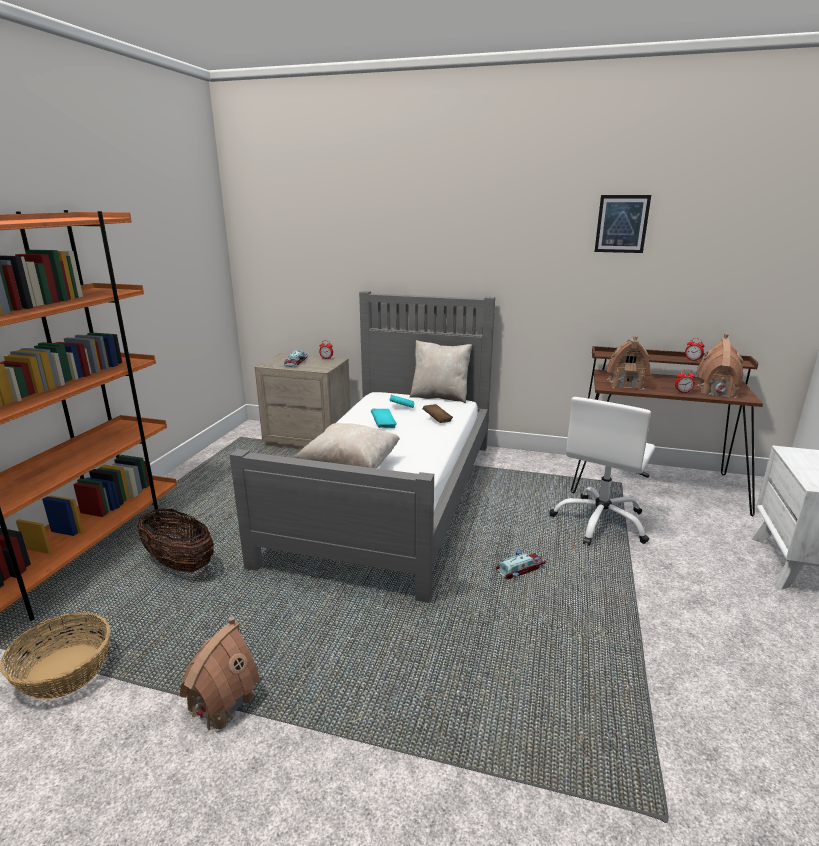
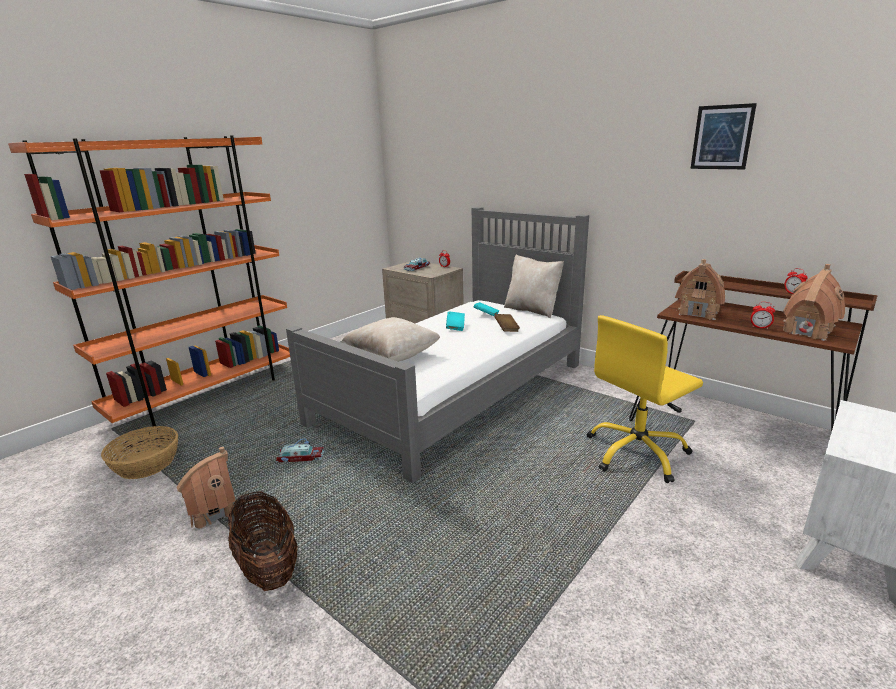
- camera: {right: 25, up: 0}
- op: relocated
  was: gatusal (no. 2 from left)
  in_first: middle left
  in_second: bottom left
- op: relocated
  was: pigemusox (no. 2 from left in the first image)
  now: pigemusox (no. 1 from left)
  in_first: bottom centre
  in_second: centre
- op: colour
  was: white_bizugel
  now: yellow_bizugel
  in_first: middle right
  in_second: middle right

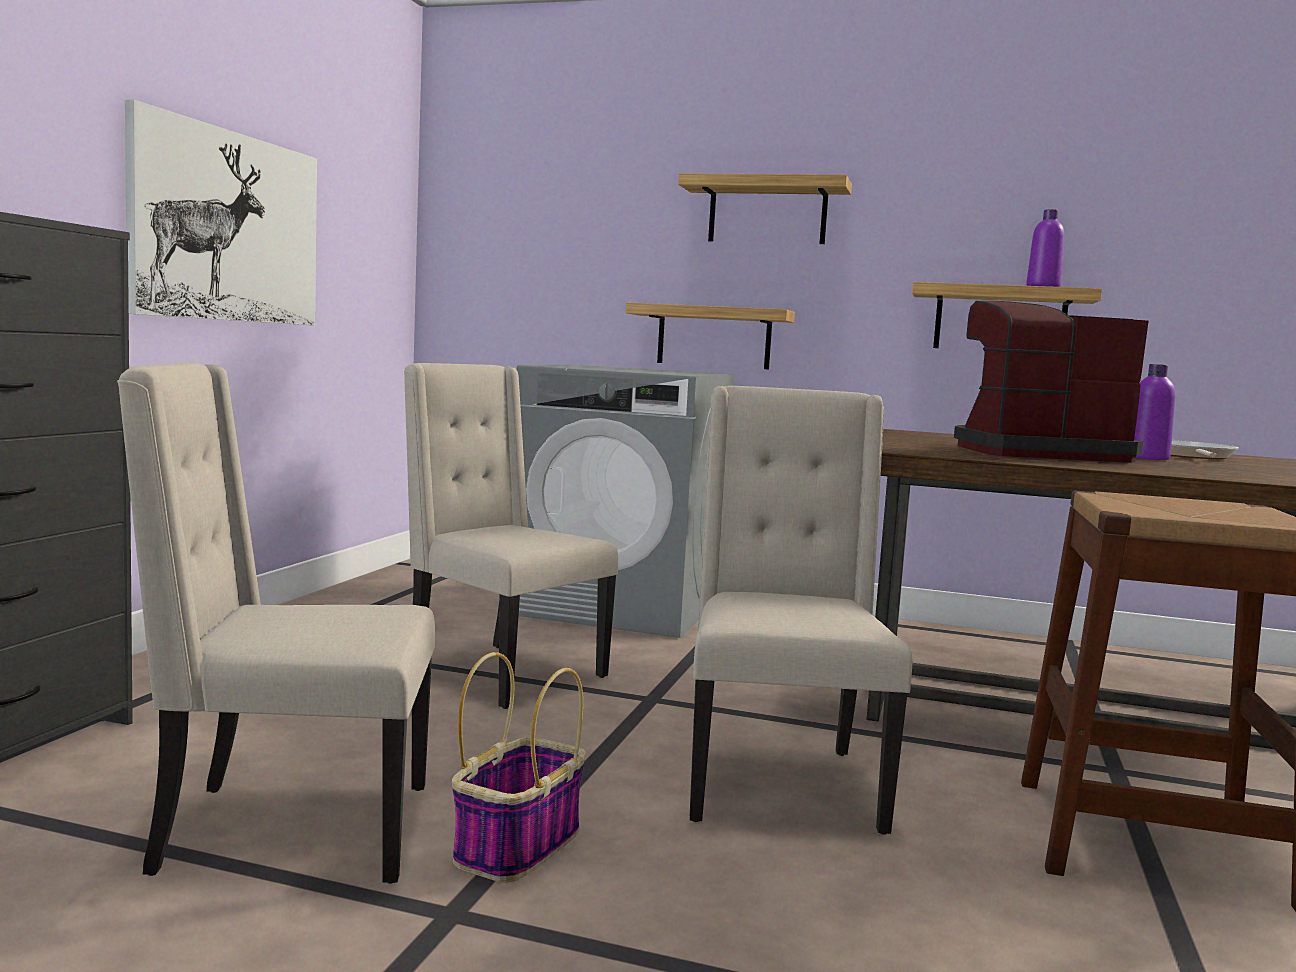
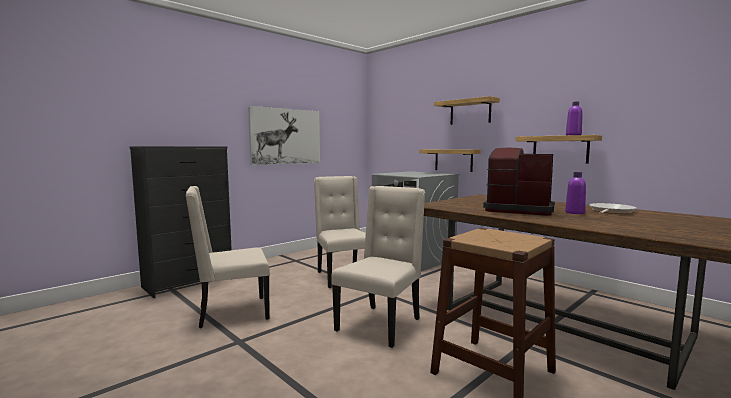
- camera: {right: 30, up: 0}
- op: spun
  was: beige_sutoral (no. 1 from left)
  in_first: middle left
  in_second: middle left
  clockwise: -45
- op: missing
  was: gatusal
  in_first: bottom centre

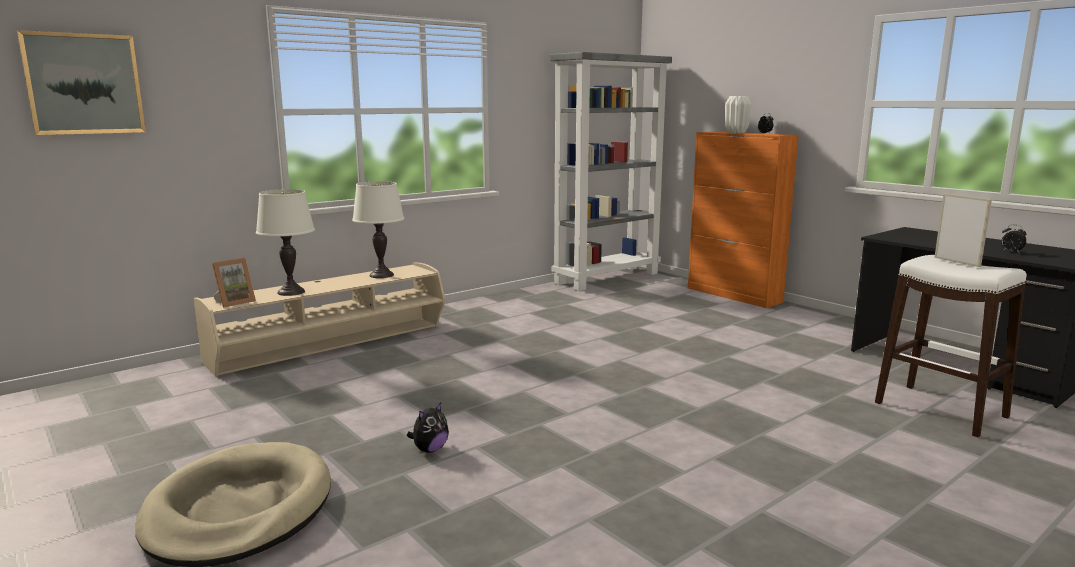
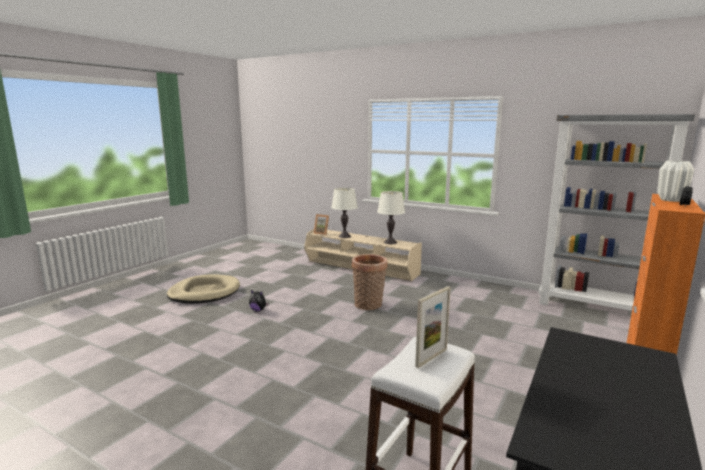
- camera: {right: 70, up: 0}
- op: missing
  was: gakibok
  in_first: top left
- op: missing
  was: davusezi (no. 2 from left)
  in_first: middle right
- op: appeared
  now: gatusal
  in_second: centre

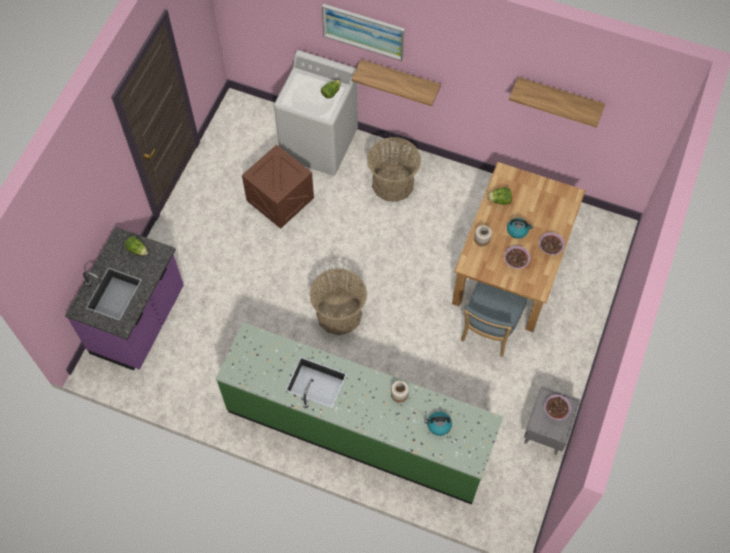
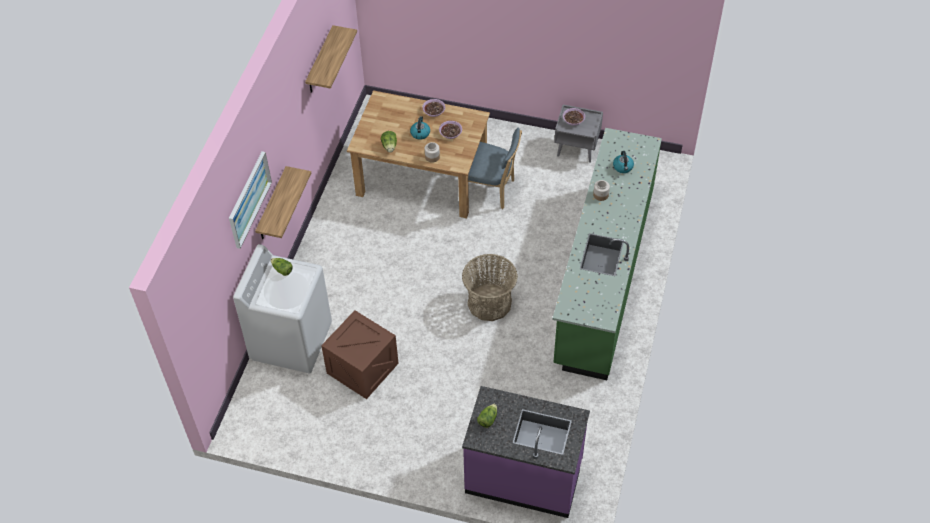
- camera: {right: -95, up: -10}
- op: missing
  was: gatusal (no. 2 from left)
  in_first: top centre

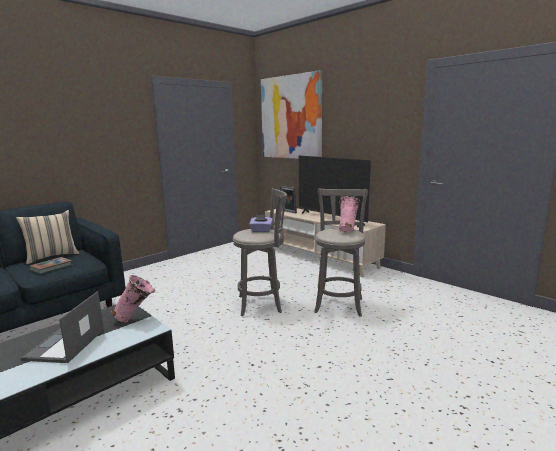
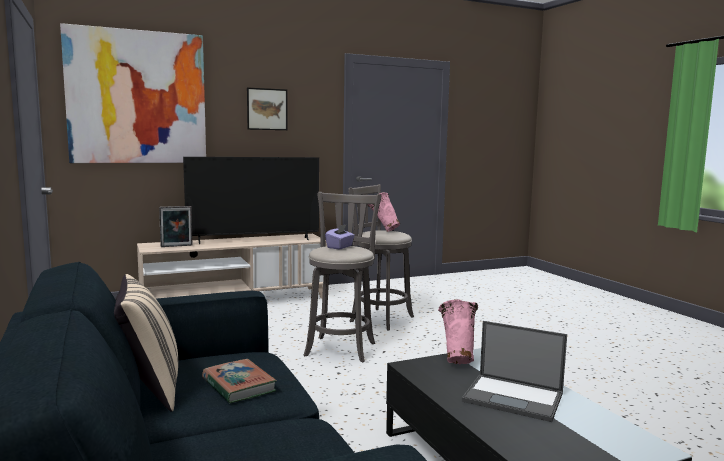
- camera: {right: -70, up: -5}
- op: appeared
  now: gakibok (no. 2 from left)
  in_second: top centre

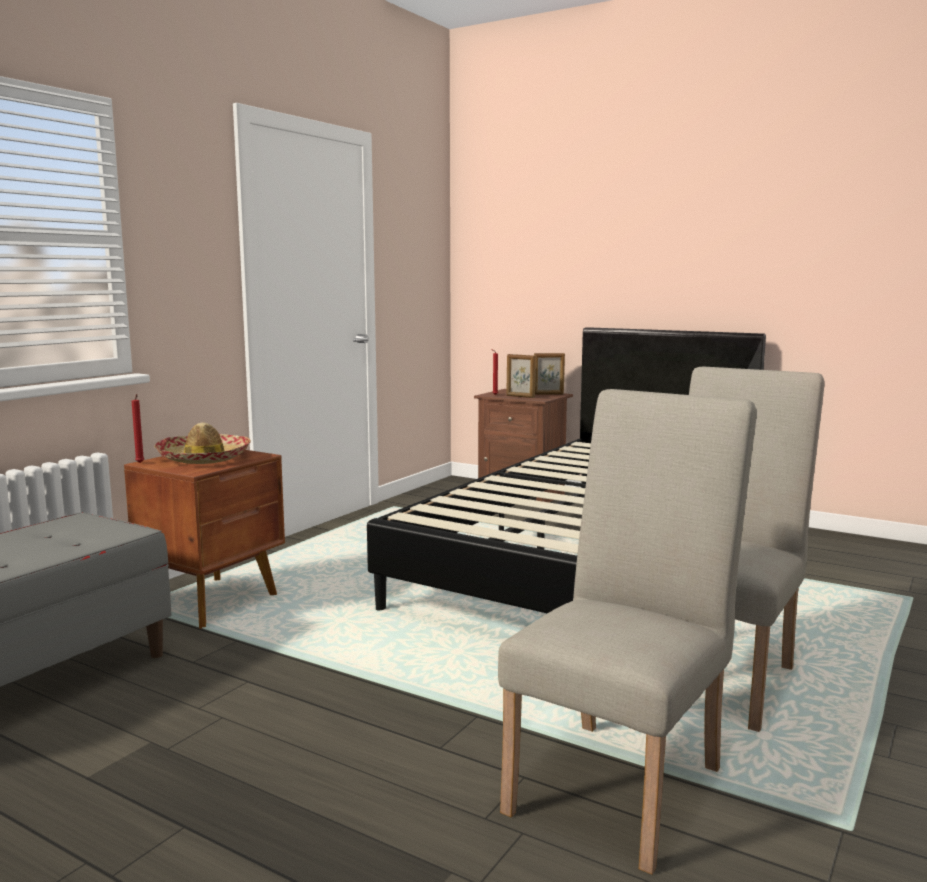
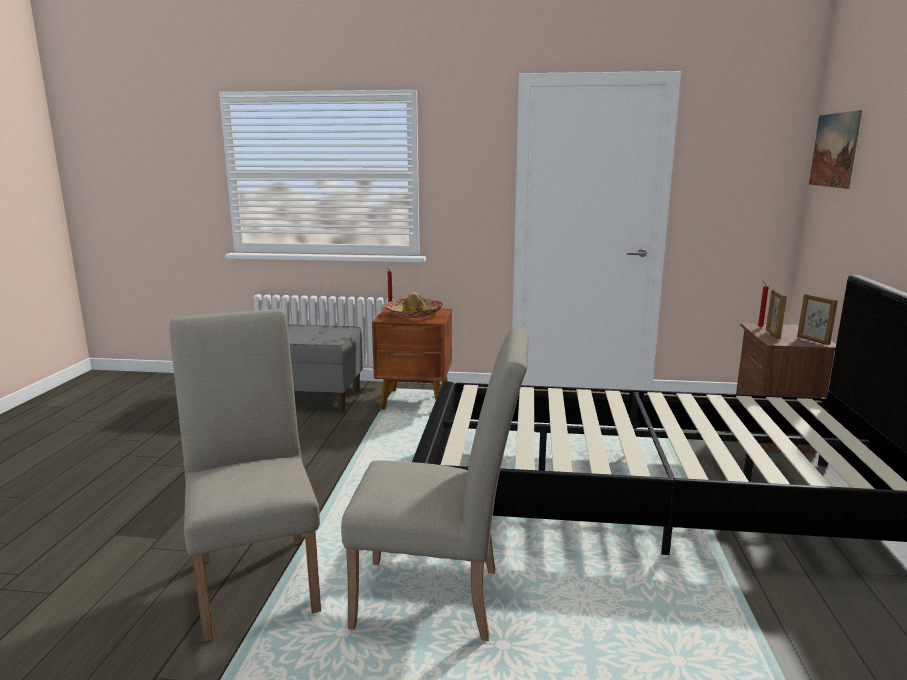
- camera: {right: 65, up: 5}
- op: spun
  was: beige_sutoral (no. 1 from left)
  in_first: bottom right
  in_second: bottom left
  clockwise: -120
- op: appeared
  now: gakibok
  in_second: top right

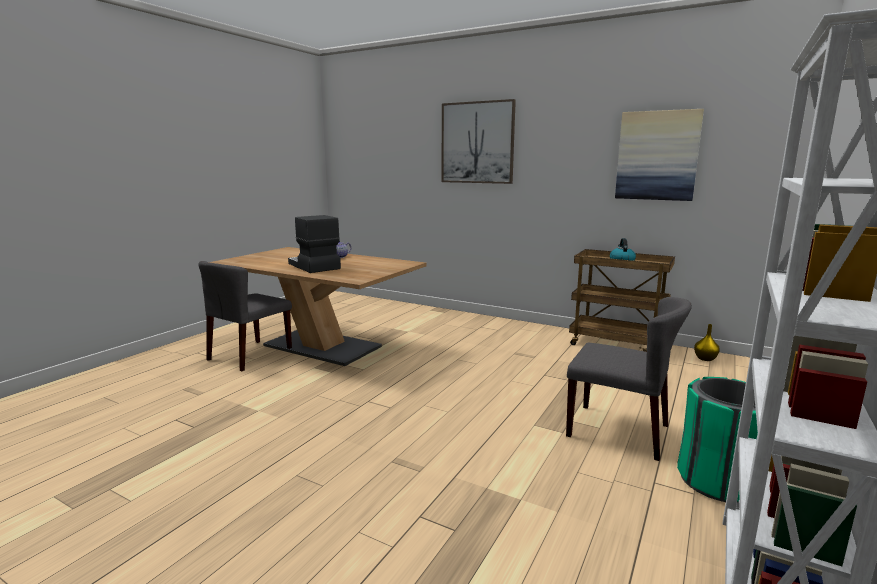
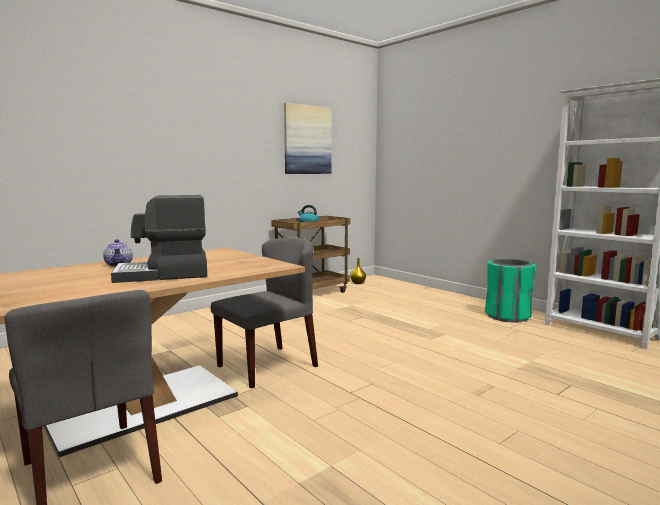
- camera: {right: -70, up: -5}
- op: missing
  was: gakibok (no. 1 from left)
  in_first: top centre
- op: relocated
  was: grey_sutoral (no. 2 from left)
  in_first: middle right
  in_second: centre

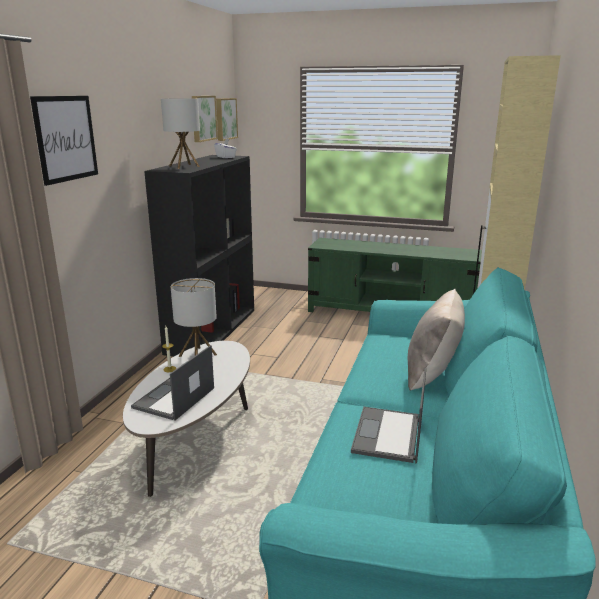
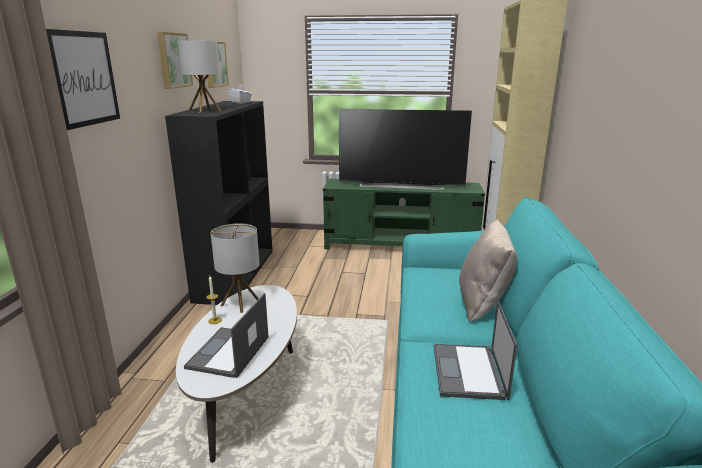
- camera: {right: -10, up: 0}
- op: relocated
  was: gakibok (no. 3 from left in the first image)
  now: gakibok (no. 2 from left)
  in_first: top centre
  in_second: top left
- op: appeared
  now: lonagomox
  in_second: top centre

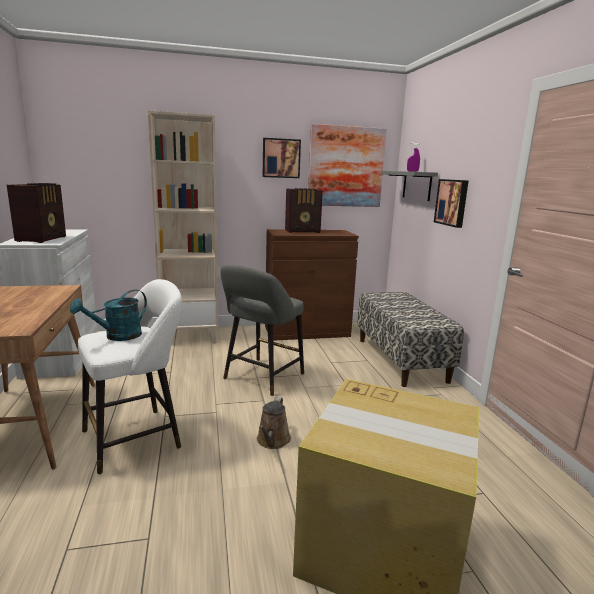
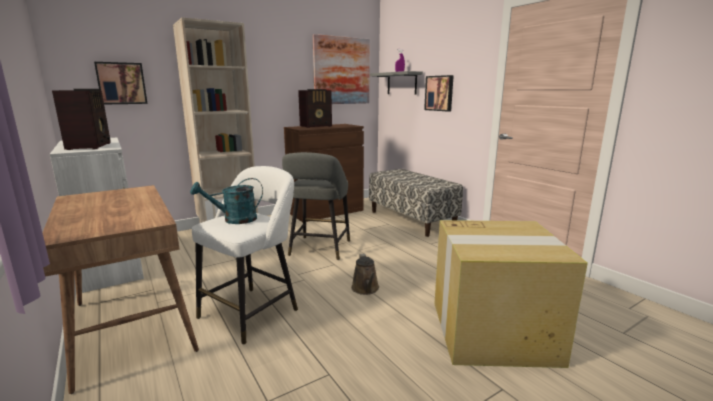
- camera: {right: -20, up: 0}
- op: spun
  was: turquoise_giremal
  in_first: middle left
  in_second: middle left
  clockwise: 45
- op: relocated
  was: gakibok (no. 1 from left)
  in_first: top centre
  in_second: top left

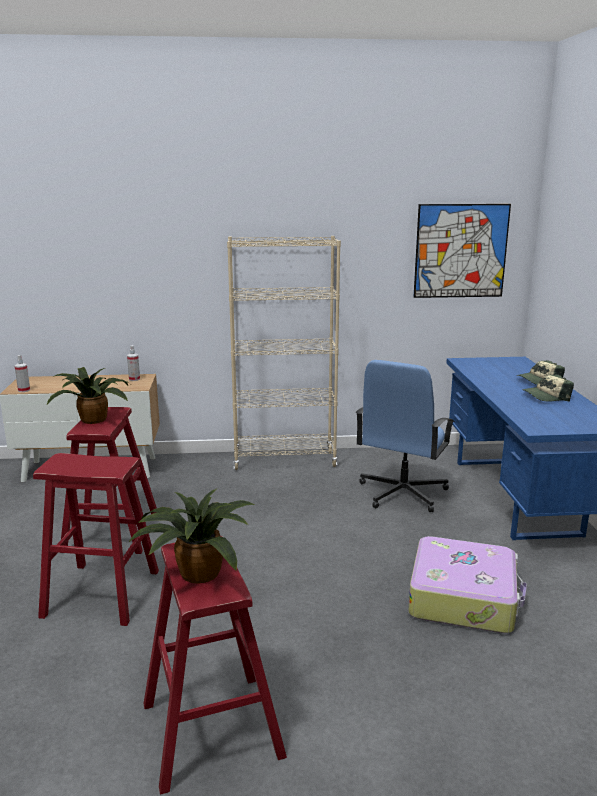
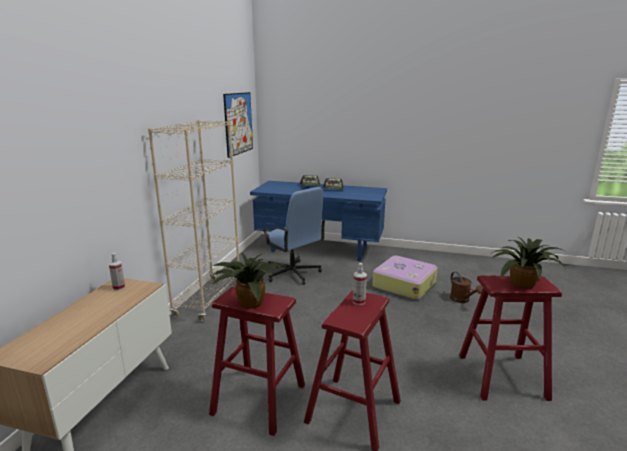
- camera: {right: -70, up: 0}
- op: relocated
  was: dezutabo (no. 1 from left in the first image)
  now: dezutabo (no. 2 from left)
  in_first: middle left
  in_second: centre
- op: appeared
  now: brown_giremal
  in_second: middle right

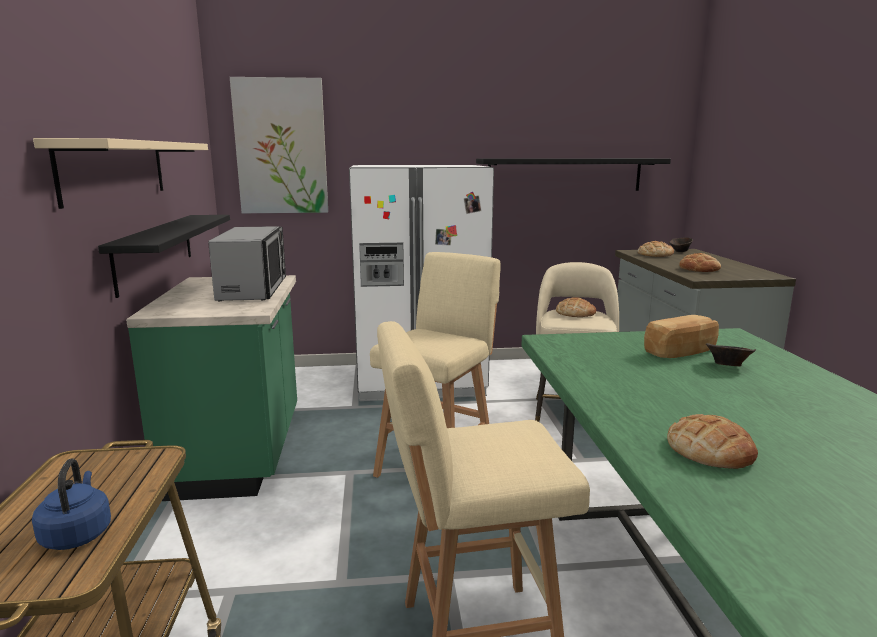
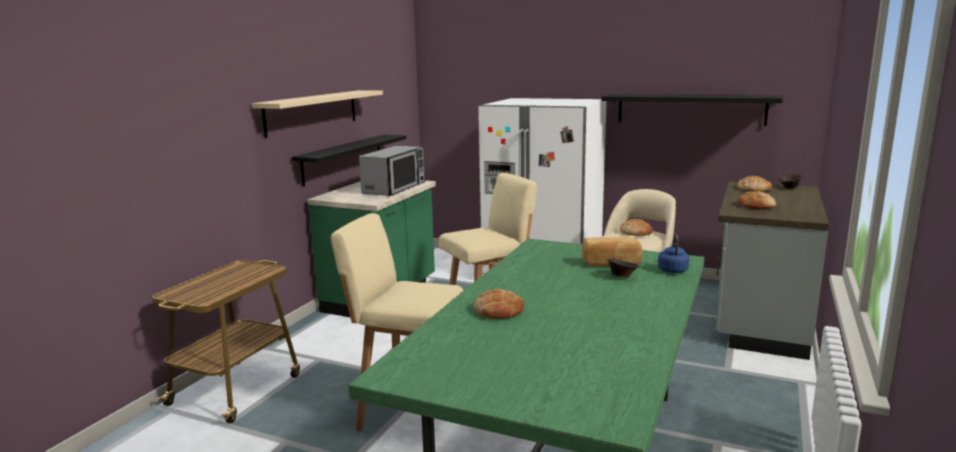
- camera: {right: 30, up: 0}
- op: relocated
  was: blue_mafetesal
  in_first: bottom left
  in_second: middle right
- op: missing
  was: gakibok
  in_first: top left

